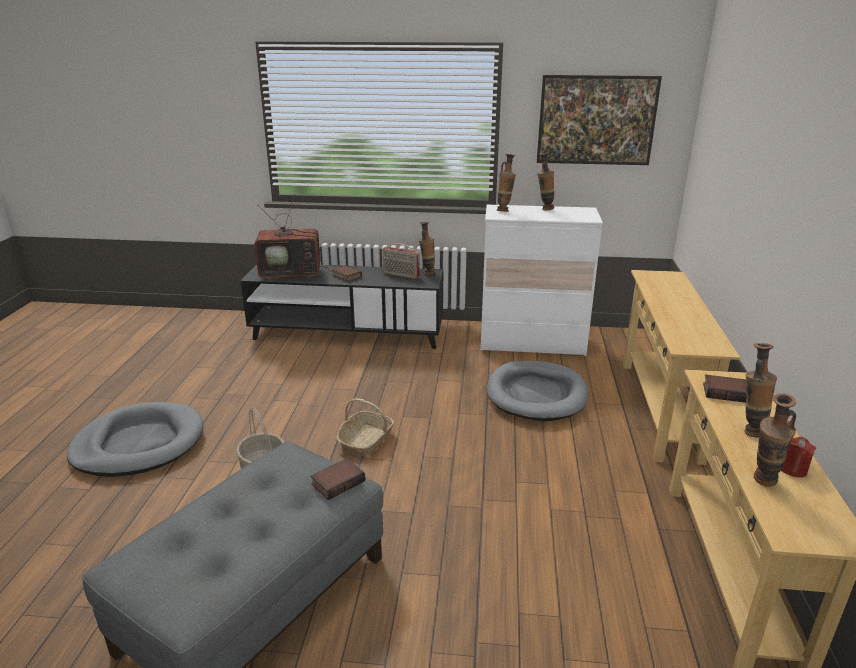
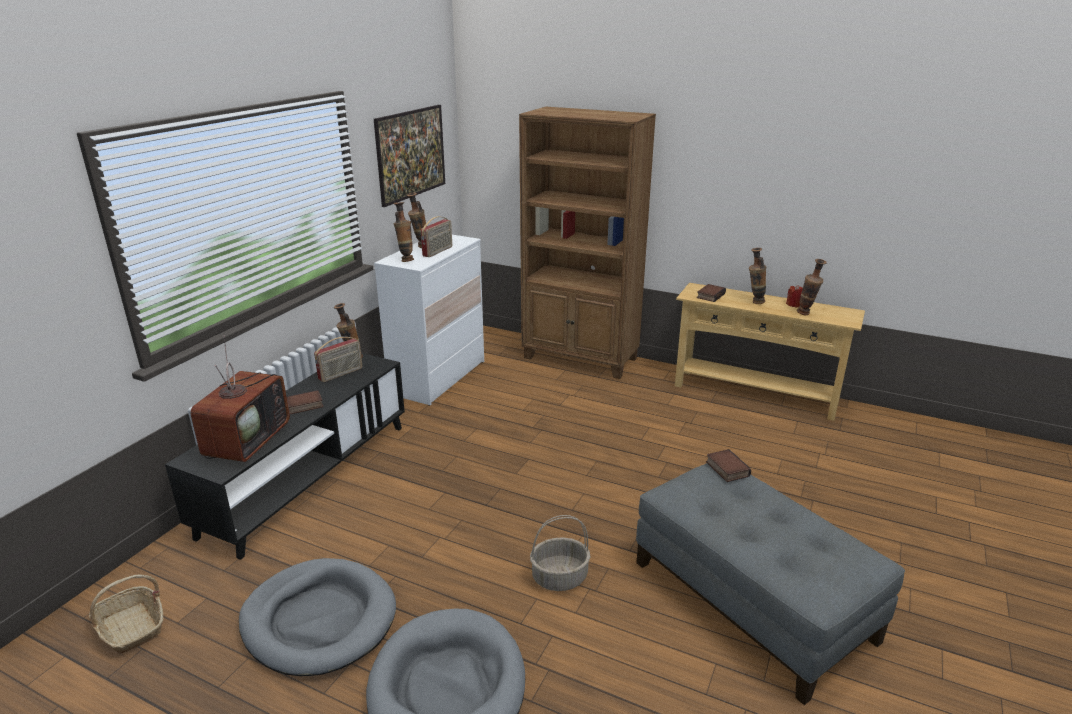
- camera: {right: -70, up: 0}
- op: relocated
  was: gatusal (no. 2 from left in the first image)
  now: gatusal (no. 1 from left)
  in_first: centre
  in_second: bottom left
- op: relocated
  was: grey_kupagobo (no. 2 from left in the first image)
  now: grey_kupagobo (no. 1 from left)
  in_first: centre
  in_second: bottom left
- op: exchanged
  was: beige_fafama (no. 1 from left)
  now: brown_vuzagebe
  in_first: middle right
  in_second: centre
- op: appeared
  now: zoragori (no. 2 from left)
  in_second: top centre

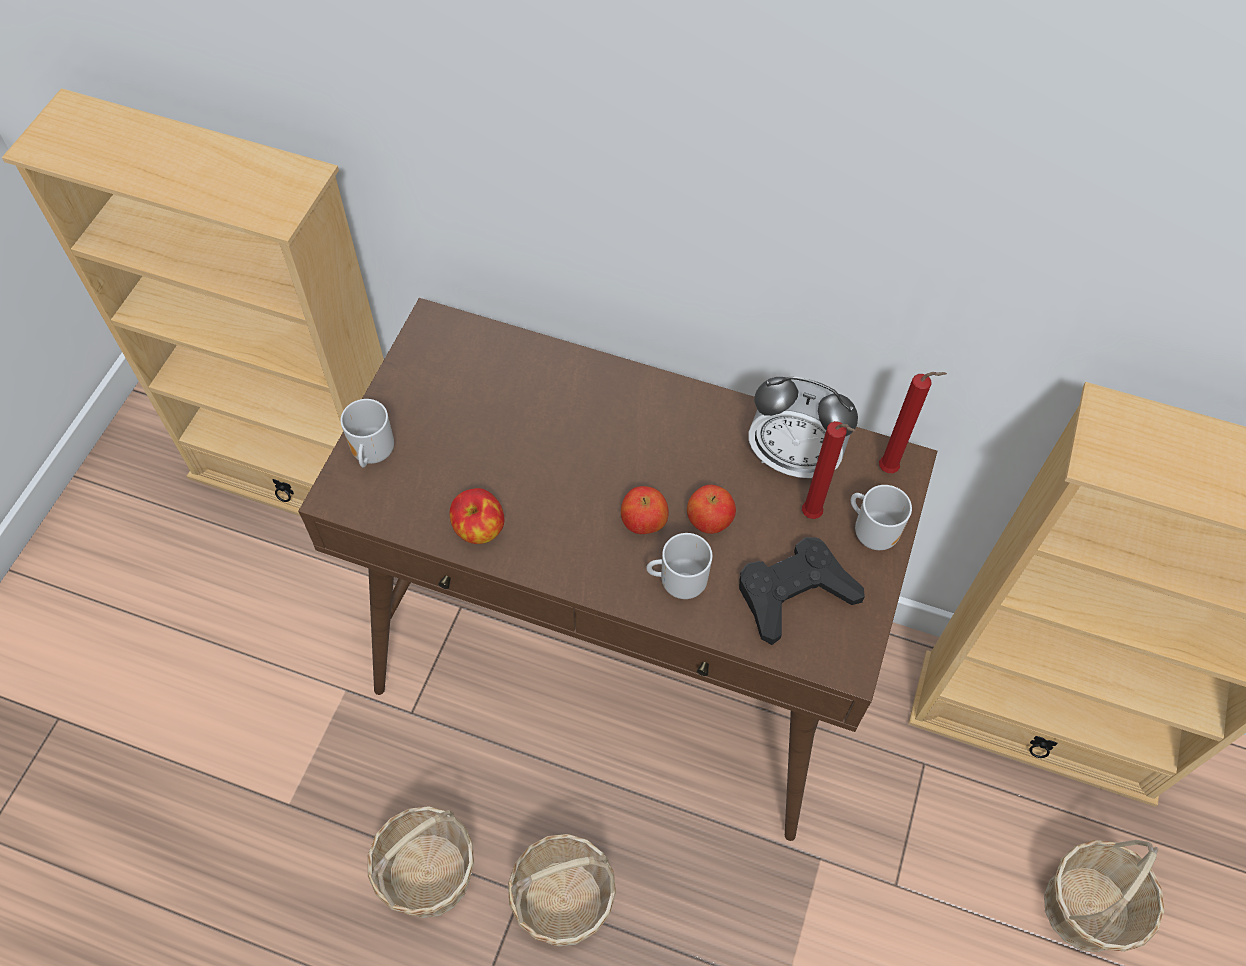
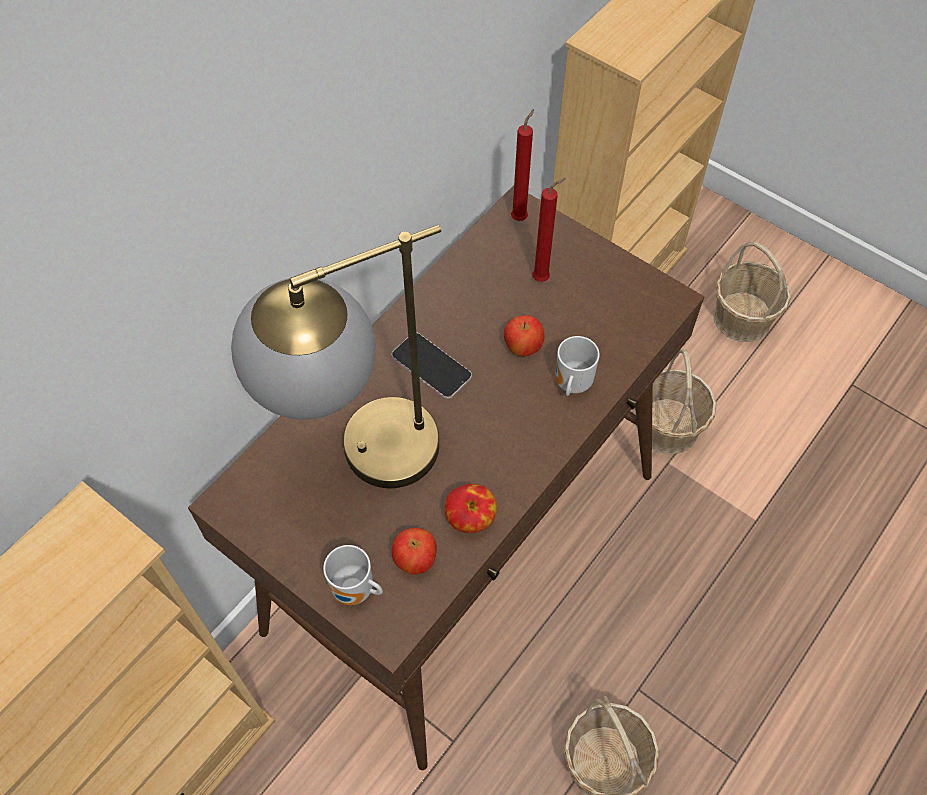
- camera: {right: -70, up: 0}
- op: relocated
  was: gatusal (no. 2 from left)
  in_first: bottom centre
  in_second: middle right
- op: relocated
  was: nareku (no. 2 from left in the first image)
  now: nareku (no. 1 from left)
  in_first: centre
  in_second: bottom centre
- op: missing
  was: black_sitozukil
  in_first: centre
- op: missing
  was: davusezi
  in_first: centre
- op: missing
  was: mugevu (no. 3 from left)
  in_first: middle right
- op: appeared
  now: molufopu
  in_second: centre
- op: appeared
  now: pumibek
  in_second: centre

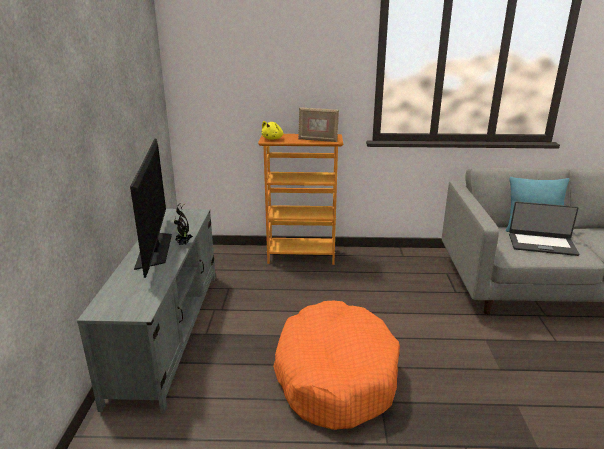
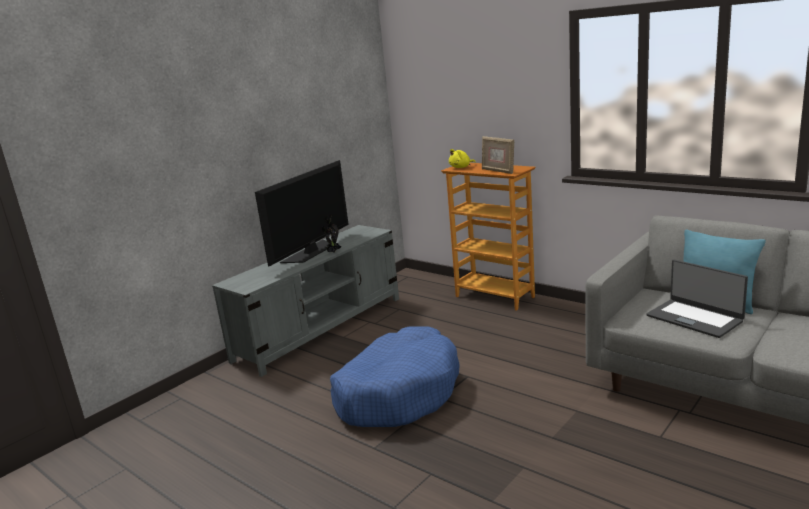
- camera: {right: 40, up: -5}
- op: colour
  was: orange_kupagobo
  now: blue_kupagobo
  in_first: bottom centre
  in_second: bottom centre

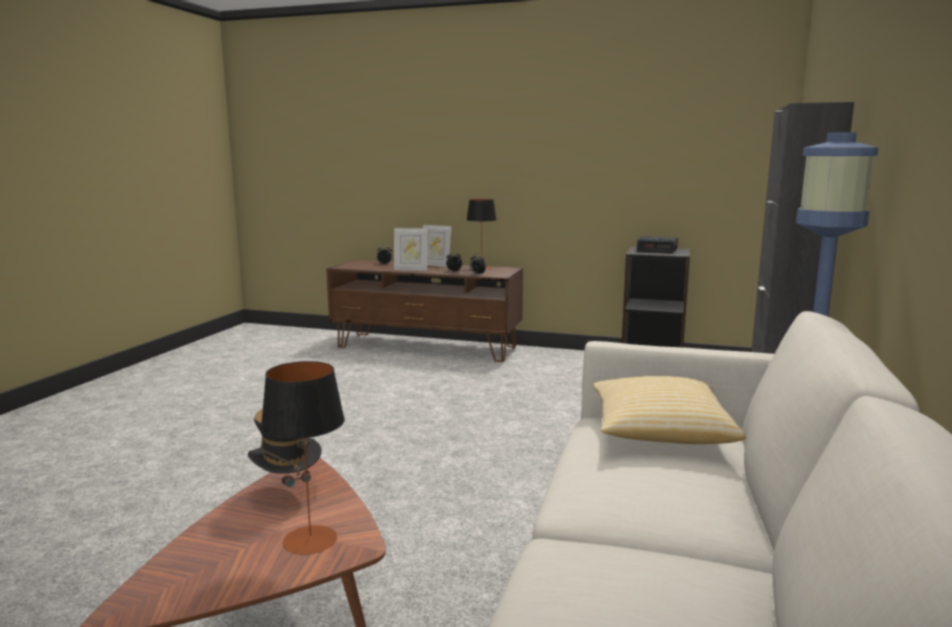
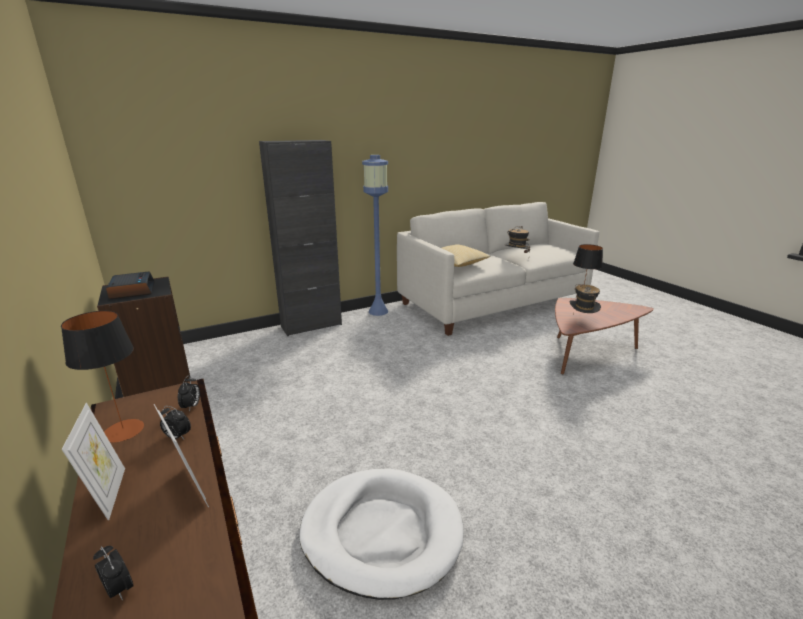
- camera: {right: -135, up: 10}
- op: appeared
  now: white_kupagobo
  in_second: bottom centre
- op: appeared
  now: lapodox (no. 1 from left)
  in_second: centre

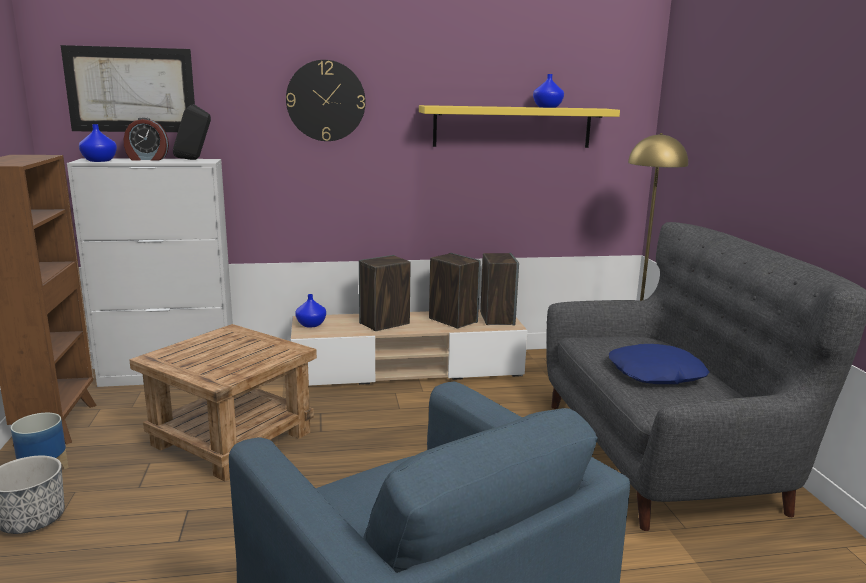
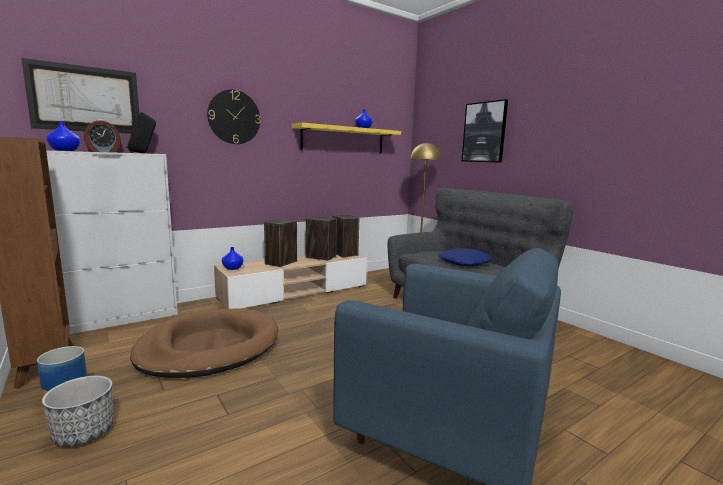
- camera: {right: -25, up: -5}
- op: exchanged
  was: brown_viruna
  now: brown_kupagobo
  in_first: bottom left
  in_second: bottom left
- op: appeared
  now: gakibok (no. 2 from left)
  in_second: top right

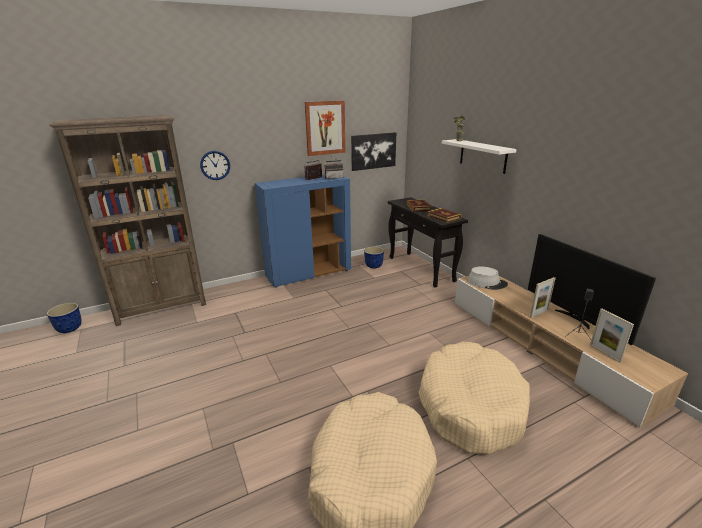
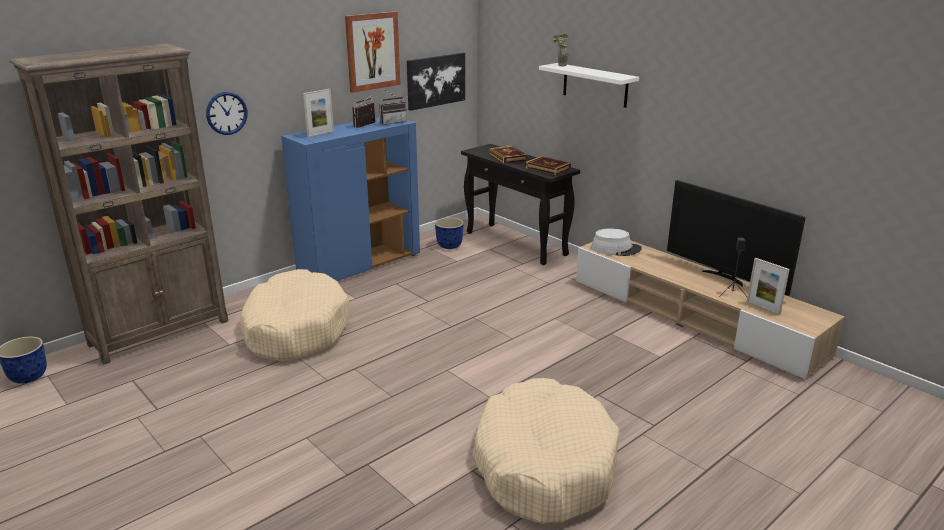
- camera: {right: -15, up: 0}
- op: relocated
  was: beige_kupagobo (no. 2 from left in the first image)
  now: beige_kupagobo (no. 1 from left)
  in_first: bottom right
  in_second: middle left
- op: relocated
  was: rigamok (no. 1 from left)
  in_first: middle right
  in_second: top centre

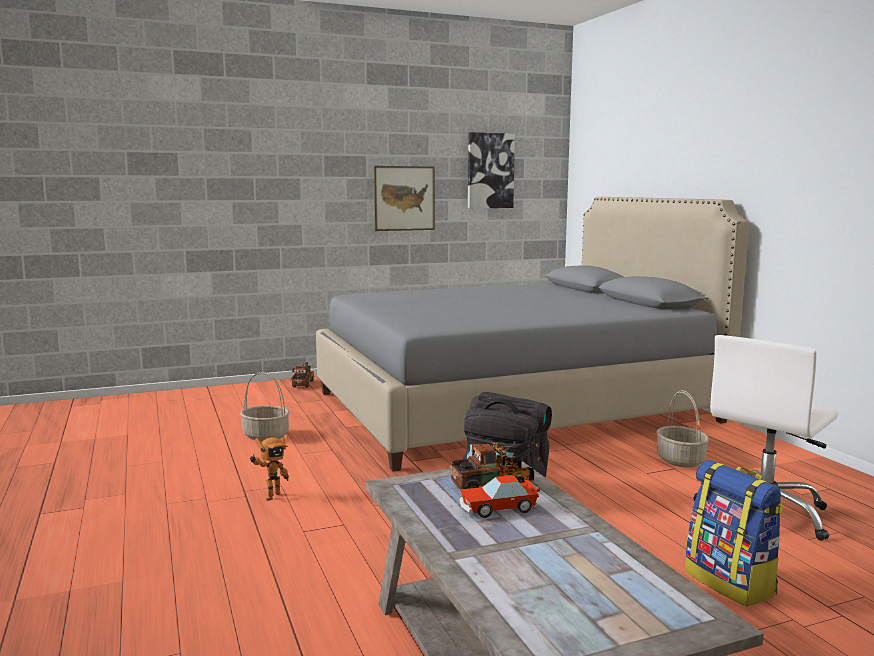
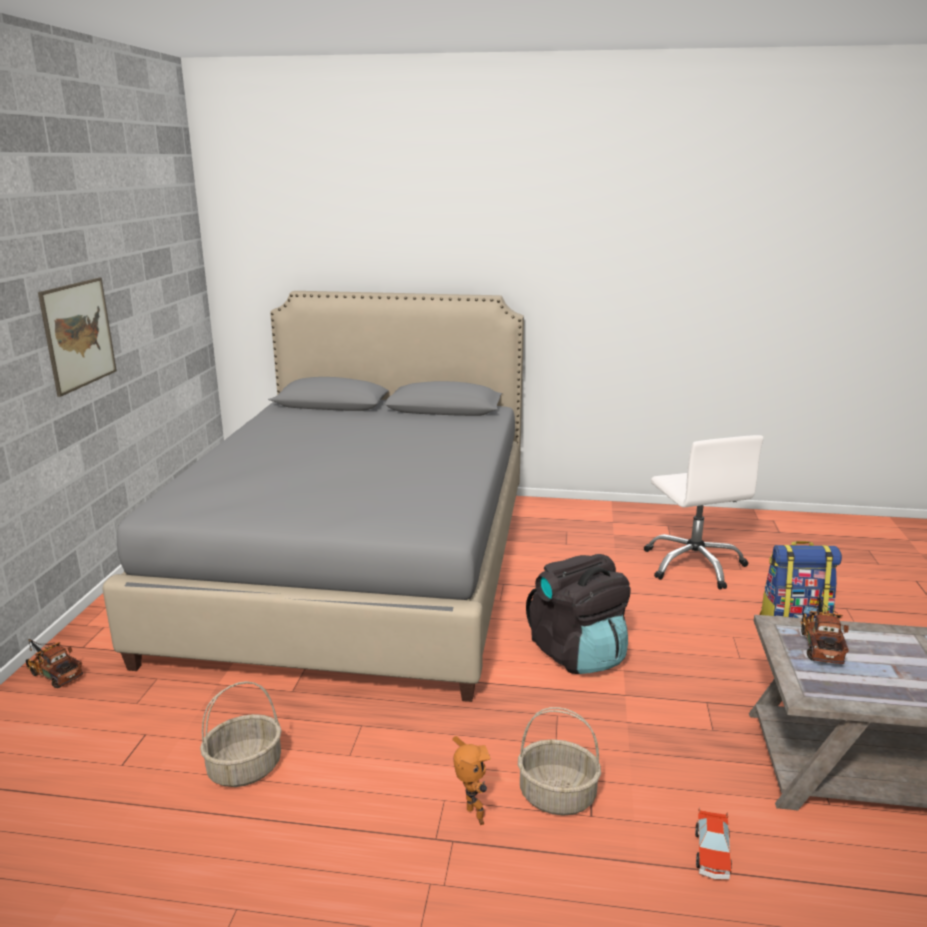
- camera: {right: -60, up: 10}
- op: relocated
  was: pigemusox
  in_first: bottom centre
  in_second: bottom right
- op: missing
  was: gakibok (no. 2 from left)
  in_first: top centre
- op: relocated
  was: gatusal (no. 2 from left)
  in_first: middle right
  in_second: bottom centre

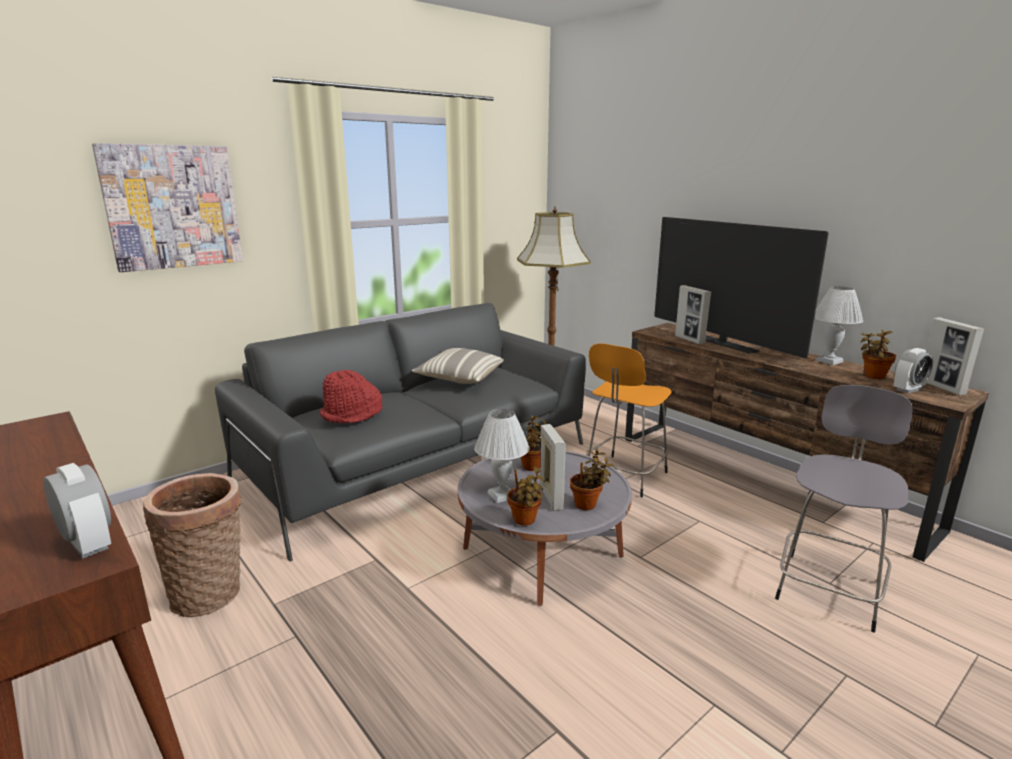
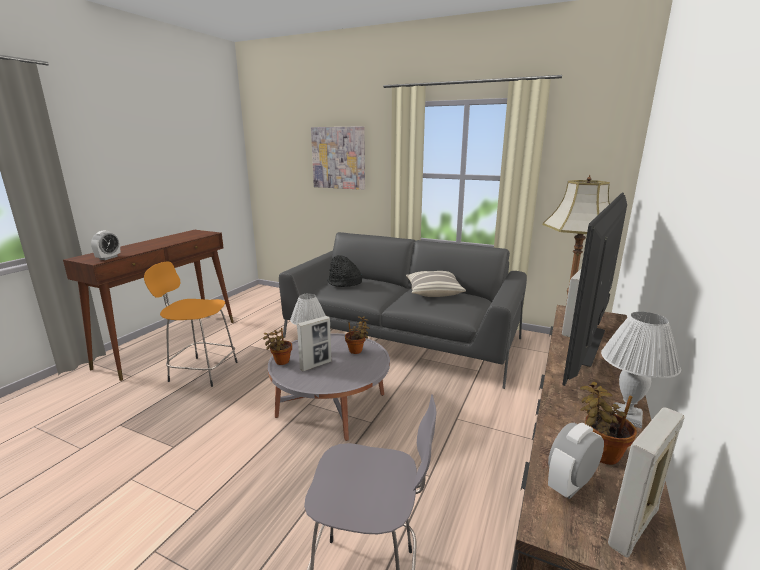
- camera: {right: 65, up: 0}
- op: missing
  was: gatusal
  in_first: bottom left
- op: colour
  was: red_lapodox
  now: black_lapodox
  in_first: centre
  in_second: centre
- op: missing
  was: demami (no. 3 from left)
  in_first: centre
- op: relocated
  was: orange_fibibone
  in_first: centre
  in_second: middle left
- op: spun
  was: davusezi (no. 2 from left)
  in_first: middle right
  in_second: bottom right
  clockwise: 105

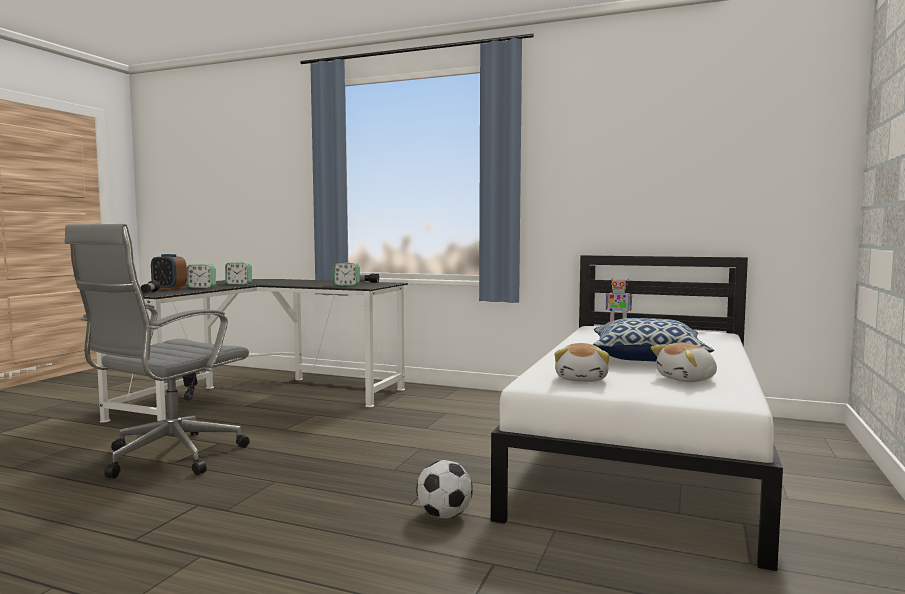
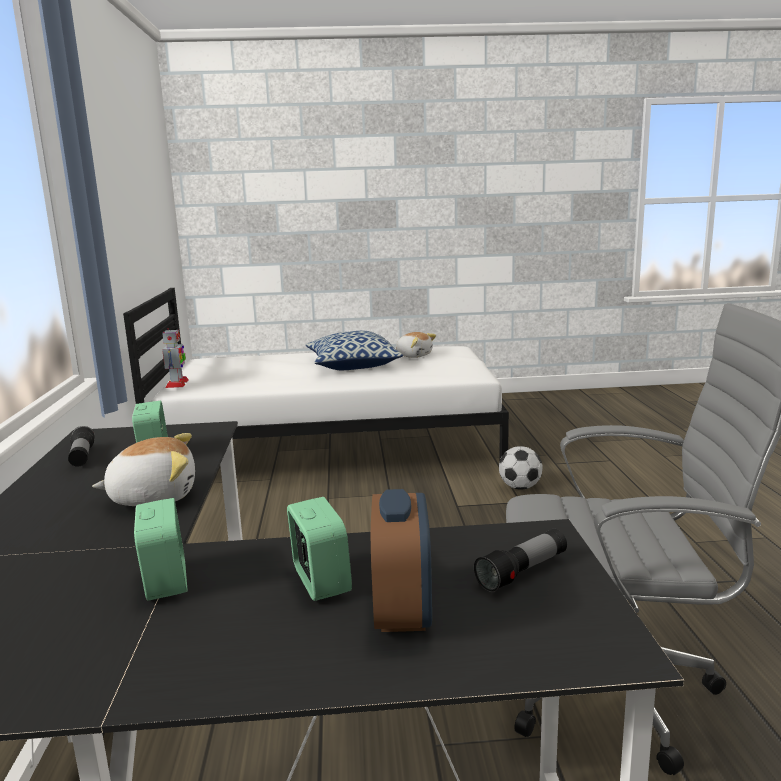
- camera: {right: -115, up: 10}
- op: relocated
  was: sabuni (no. 1 from left)
  in_first: centre
  in_second: middle left

